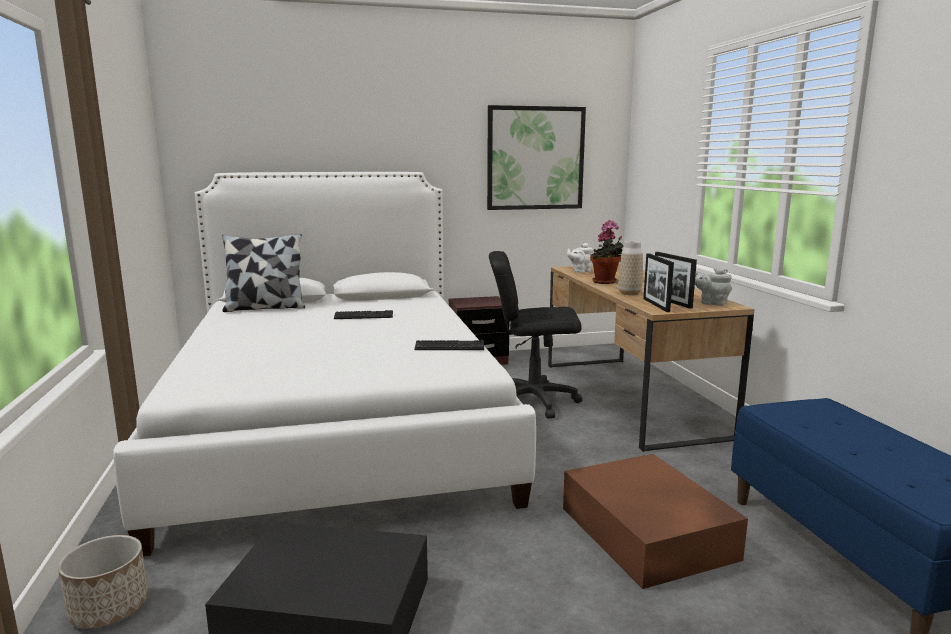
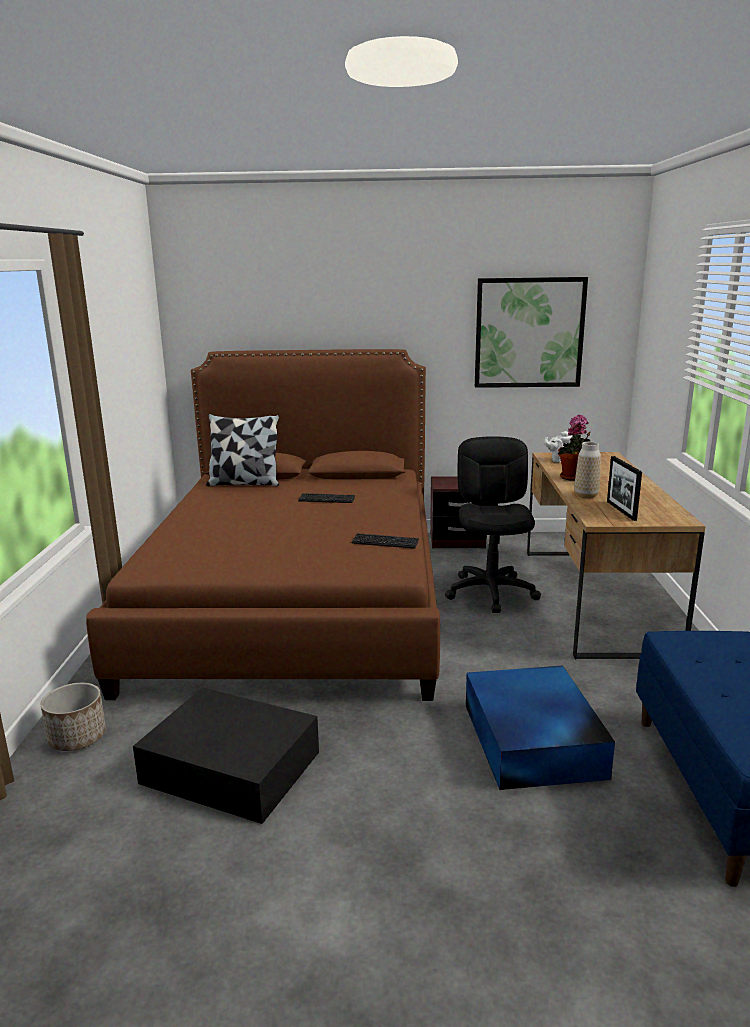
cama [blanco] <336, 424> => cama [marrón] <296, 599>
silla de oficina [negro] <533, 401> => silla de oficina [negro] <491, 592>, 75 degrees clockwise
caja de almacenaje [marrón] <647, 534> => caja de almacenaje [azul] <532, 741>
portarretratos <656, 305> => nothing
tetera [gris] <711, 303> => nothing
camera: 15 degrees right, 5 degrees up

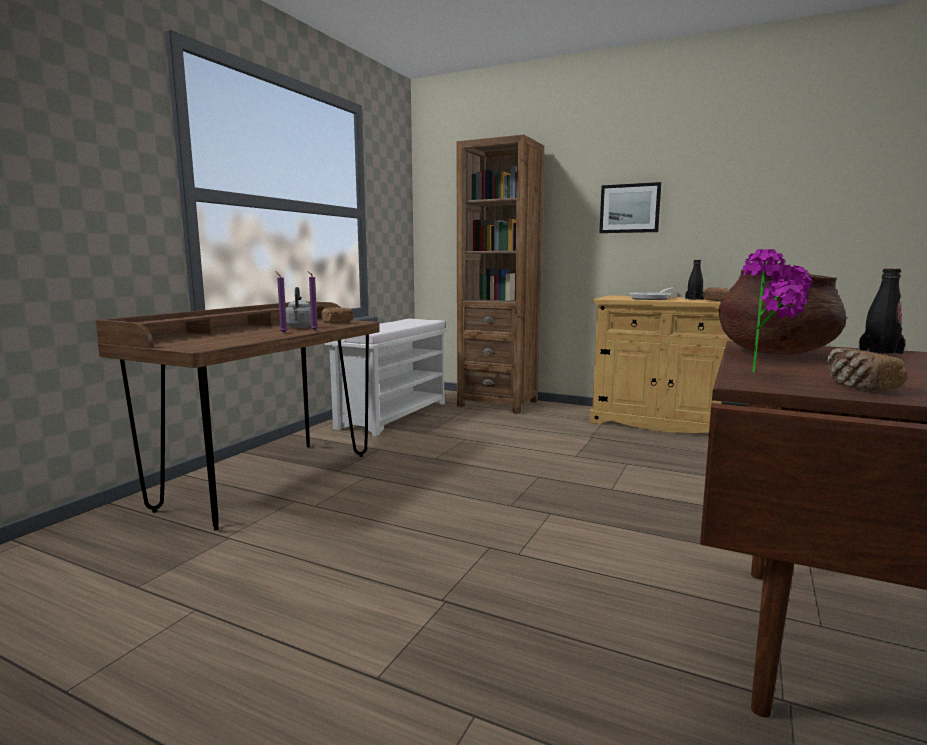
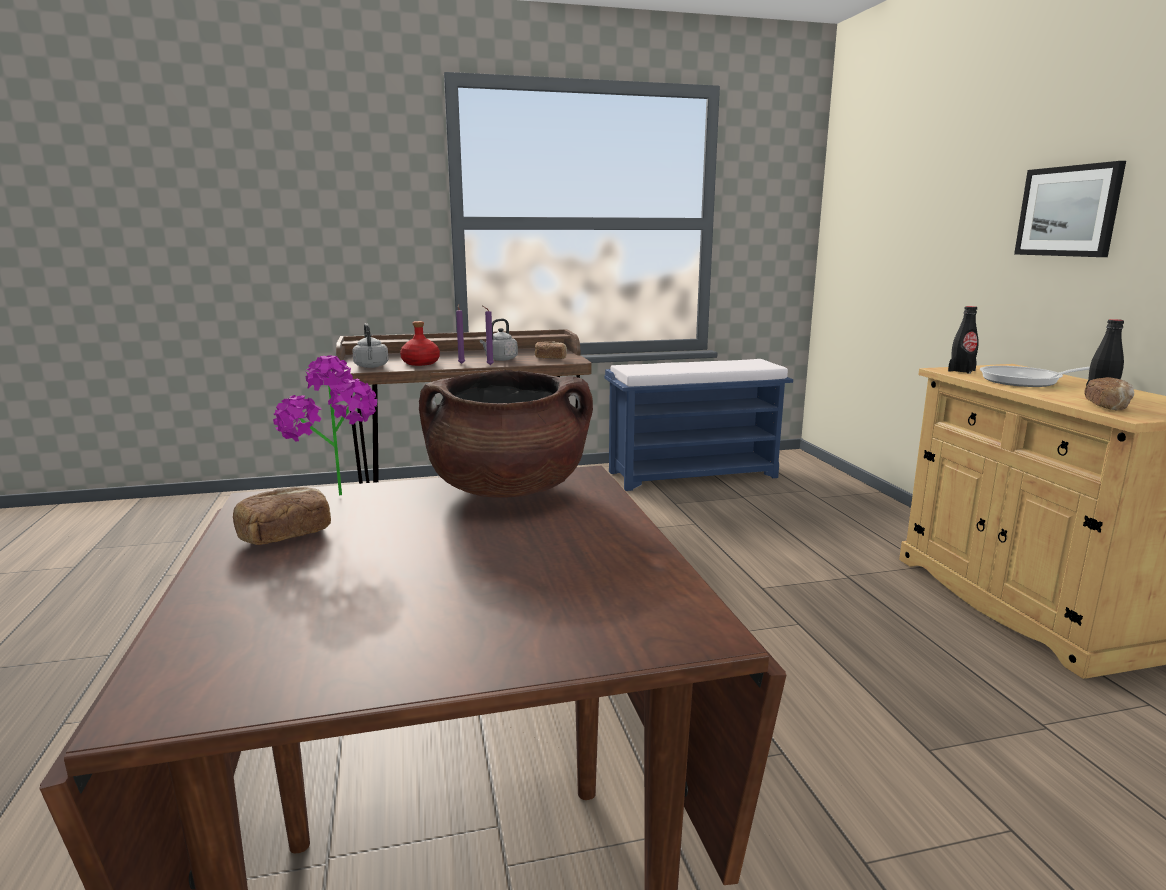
nothing => hervidor [gris] <371, 366>
nothing => botella [rojo] <420, 363>
banco [blanco] <393, 415> => banco [azul] <693, 474>
botella [negro] <880, 351> => botella [negro] <961, 371>, move
estantería [marrón] <498, 403> => nothing
camera: 50 degrees right, 5 degrees up

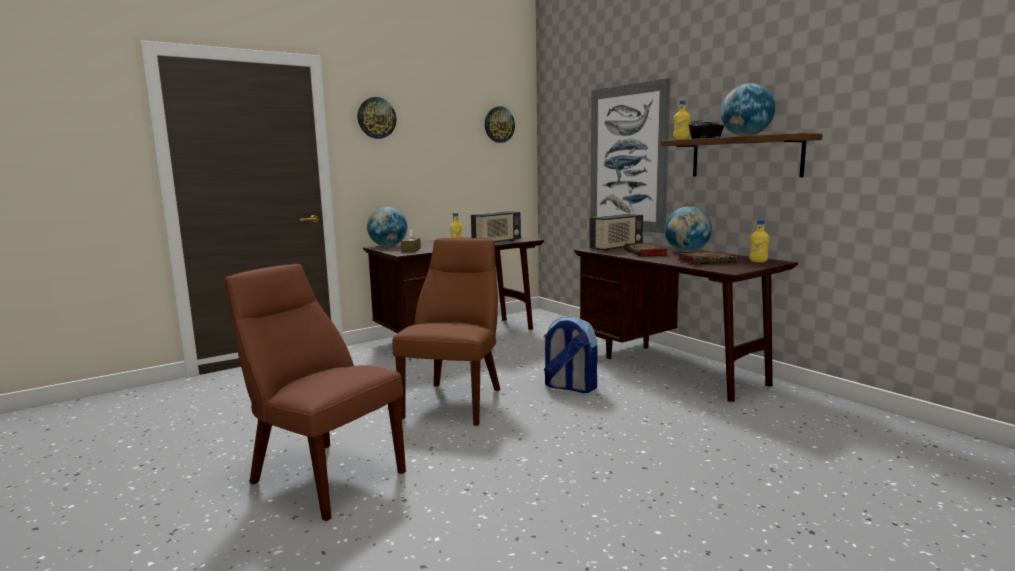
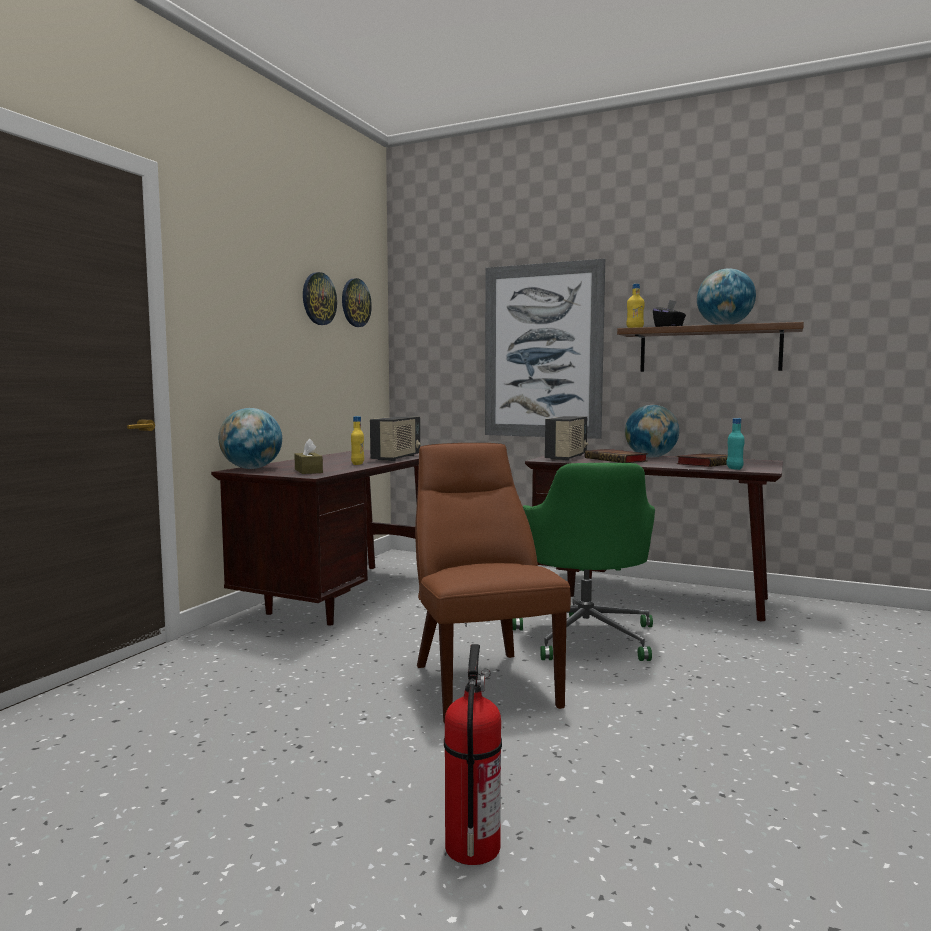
reloj de pared <376, 118> => reloj de pared <318, 299>, move
silla [marrón] <322, 475> => extintor <471, 845>
mochila <569, 387> => silla de oficina [verde] <586, 636>
nothing => botella [turquesa] <734, 468>
botella [amarillo] <758, 262> => nothing
camera: 30 degrees left, 5 degrees down

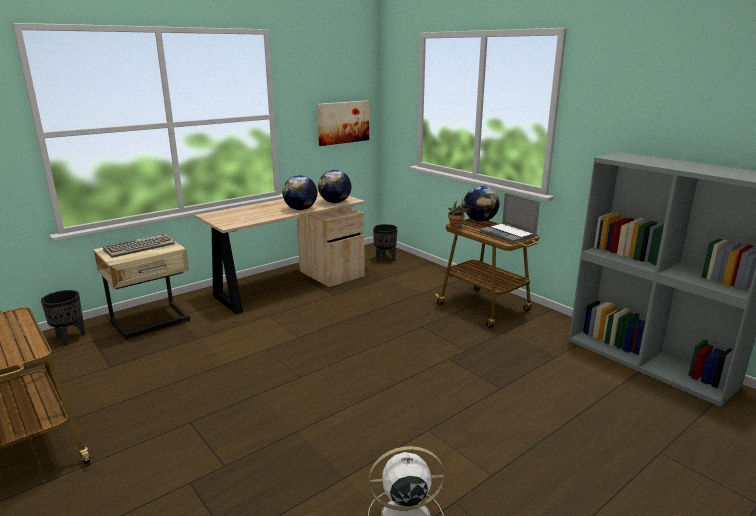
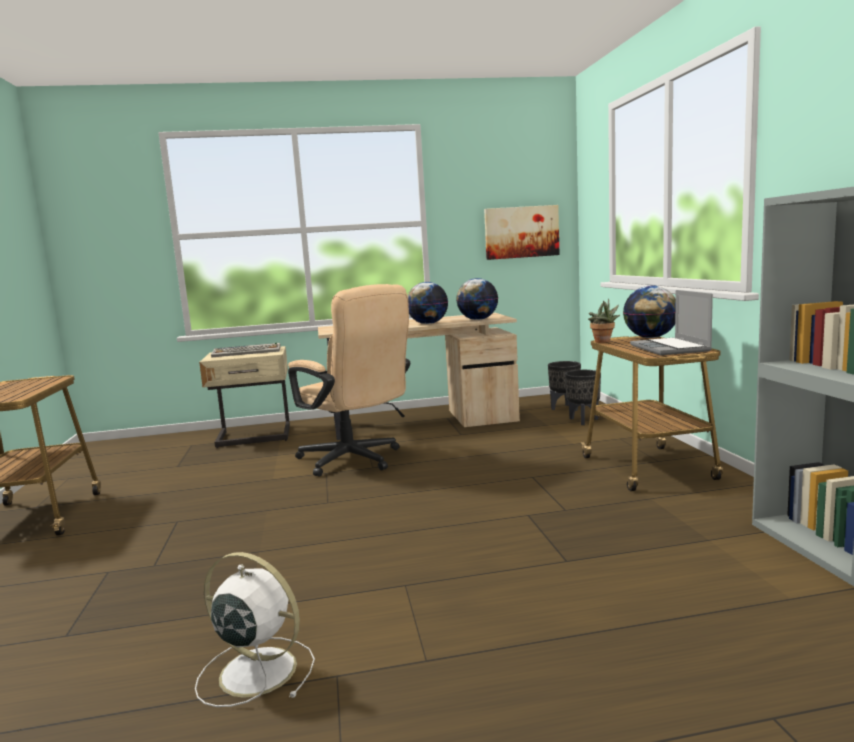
nothing => silla de oficina [beis] <355, 461>
maceta [negro] <69, 338> => maceta [negro] <583, 420>, move
camera: 30 degrees right, 10 degrees down

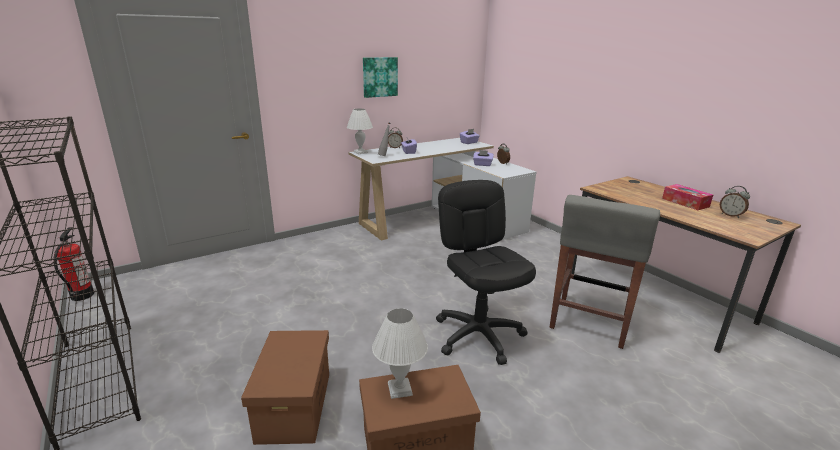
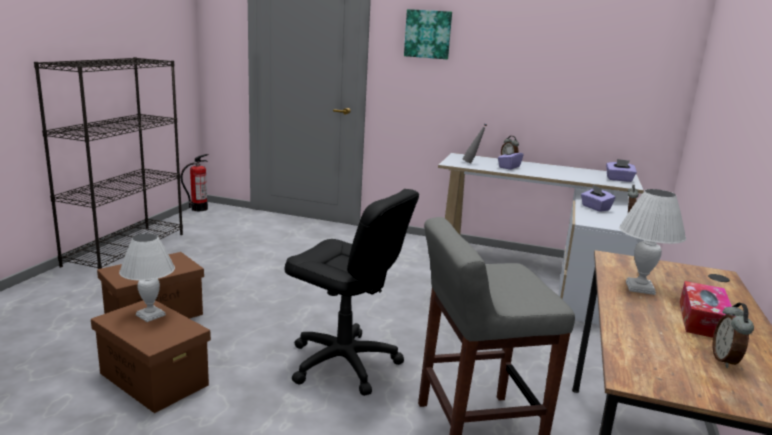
silla de oficina [negro] <479, 335> => silla de oficina [negro] <344, 363>, 90 degrees clockwise
cuadro <379, 77> => cuadro <428, 34>, move
lámpara de mesa [blanco] <360, 152> => lámpara de mesa [blanco] <639, 288>, move
camera: 50 degrees right, 5 degrees down

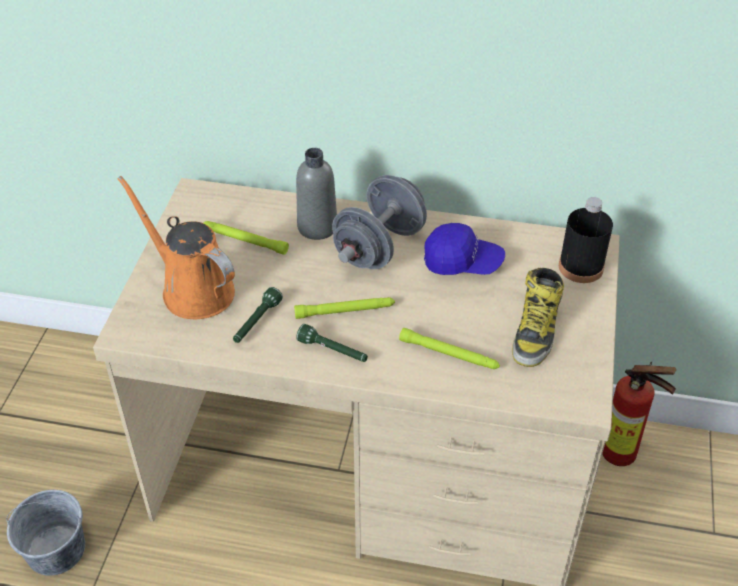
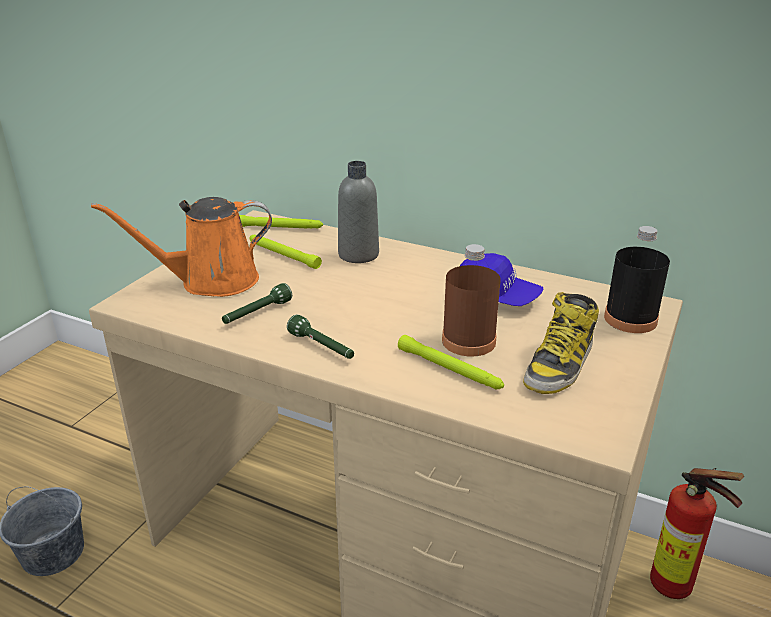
regadera [naranja] <192, 289> => regadera [naranja] <211, 281>, 75 degrees counterclockwise
linterna [verde] <345, 311> => linterna [verde] <280, 227>, move
nothing => botella [marrón] <468, 341>
mancuerna [gris] <379, 247> => nothing
camera: 15 degrees right, 15 degrees down

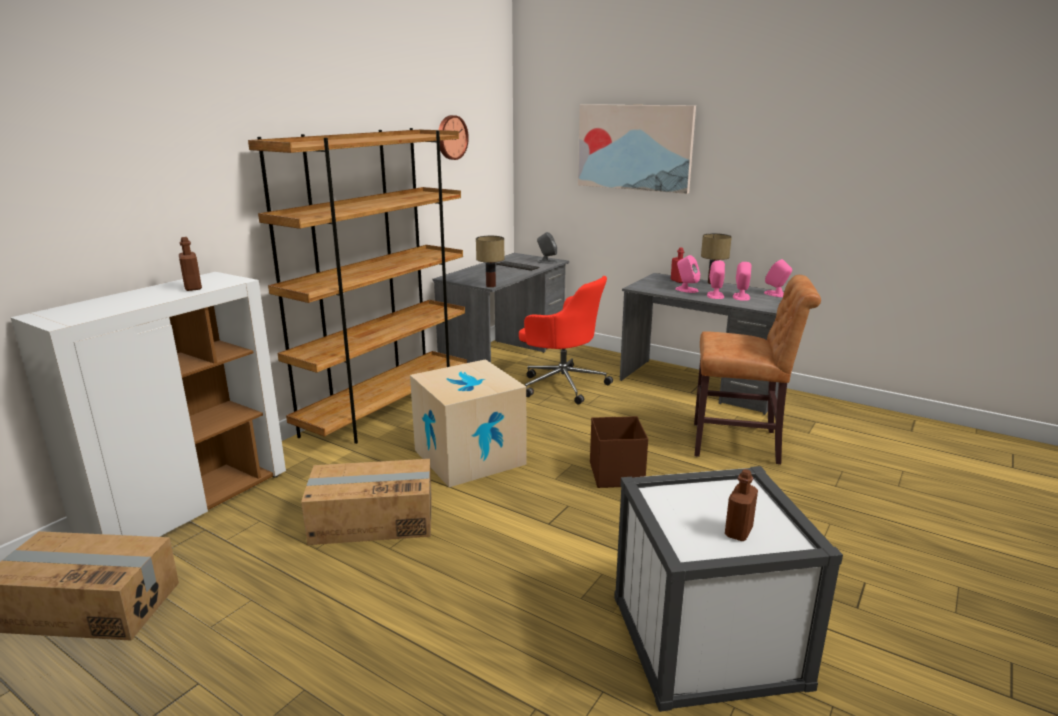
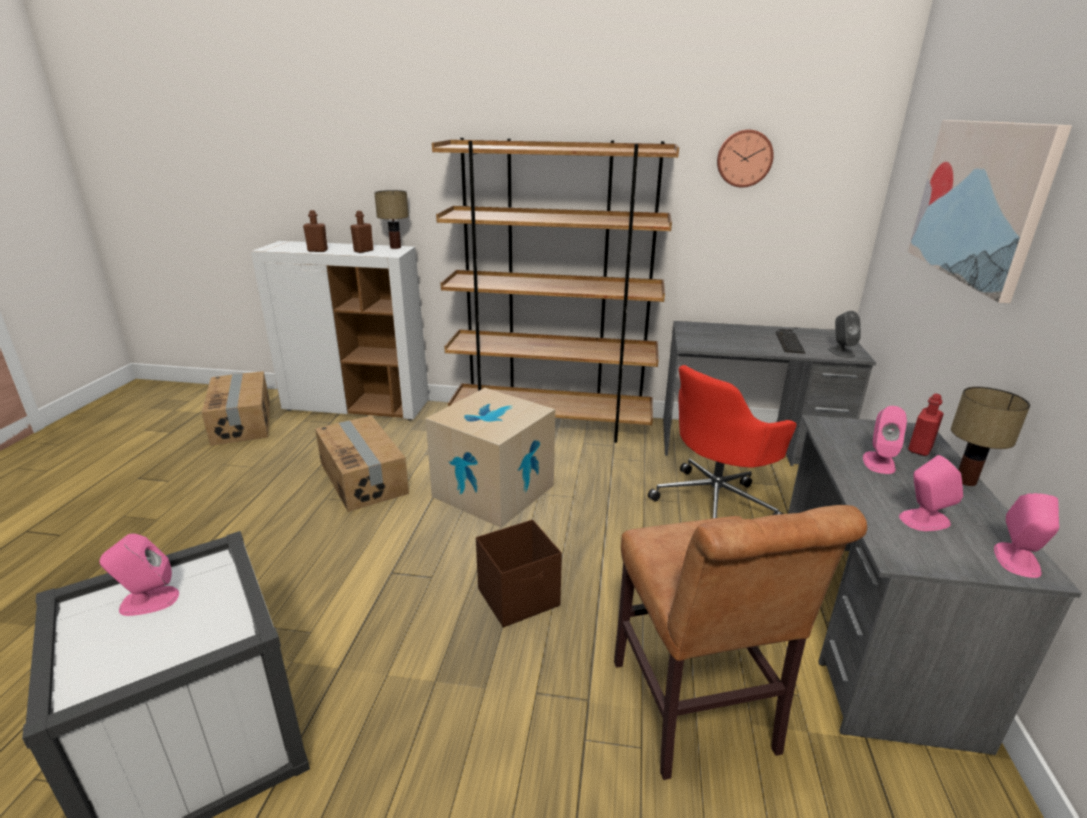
altavoz [rosa] <715, 295> => altavoz [rosa] <148, 601>, move
botella [marrón] <738, 532> => botella [marrón] <317, 250>, move
lámpara de mesa <490, 286> => lámpara de mesa <395, 247>, move
silla de oficina [rojo] <562, 384> => silla de oficina [rojo] <716, 501>, 45 degrees clockwise
camera: 65 degrees right, 5 degrees up

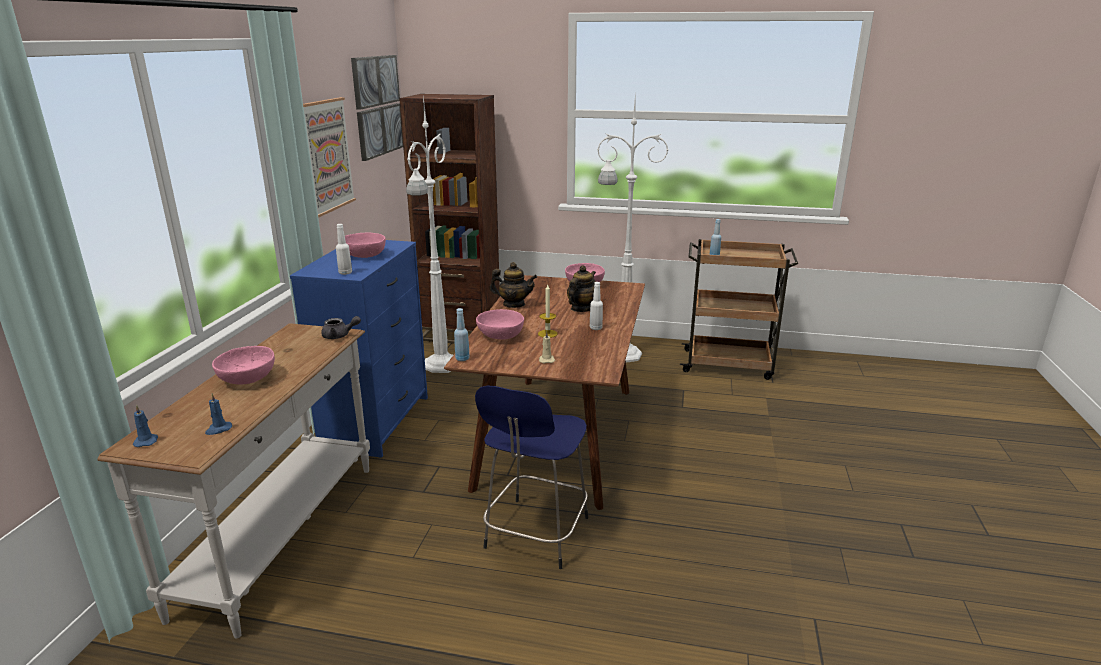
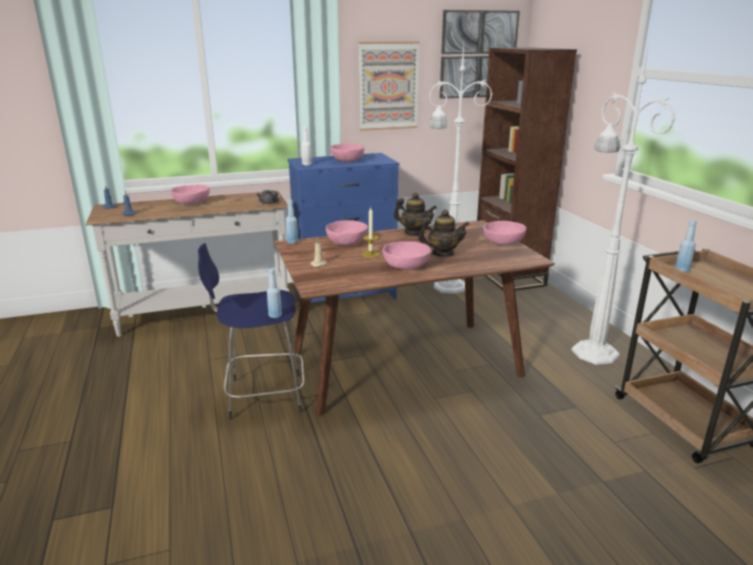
nothing => botella [azul] <275, 315>
botella [blanco] <596, 328> => cuenco [rosa] <406, 266>
tetera <514, 304> => tetera <414, 232>, 45 degrees counterclockwise
camera: 60 degrees right, 0 degrees up

